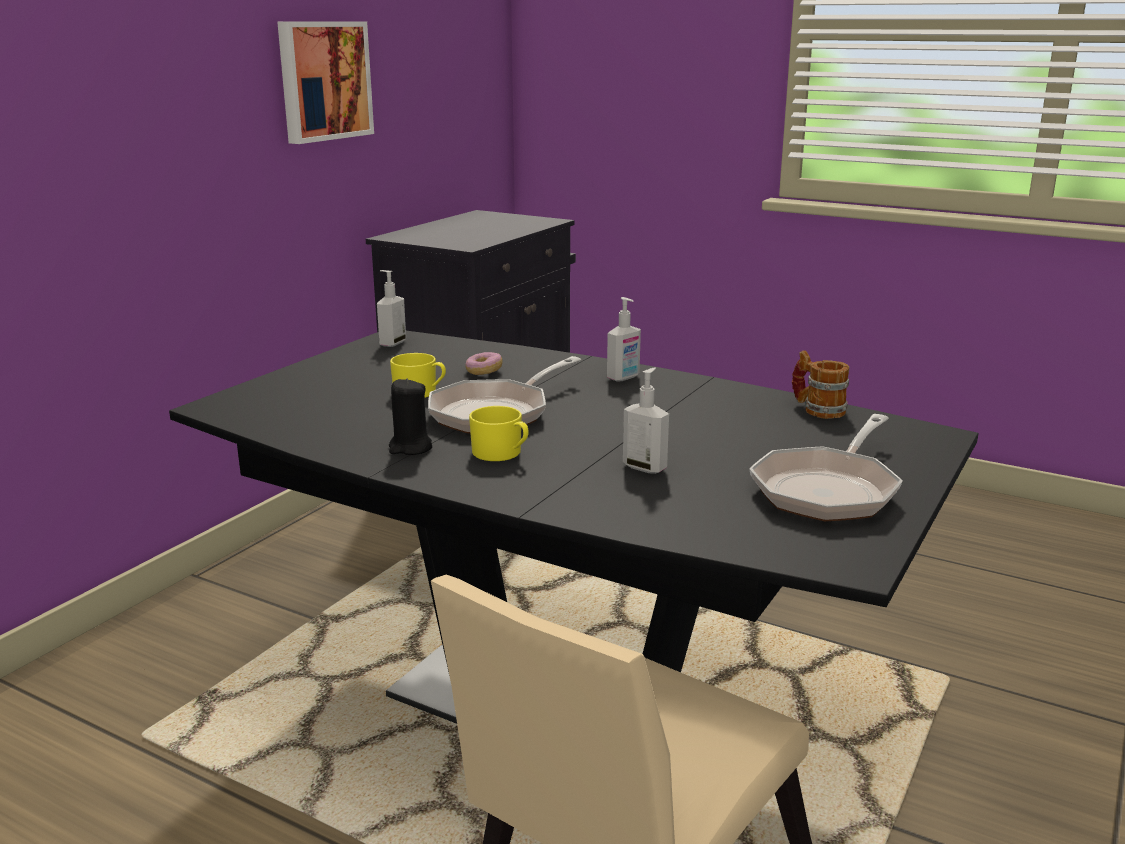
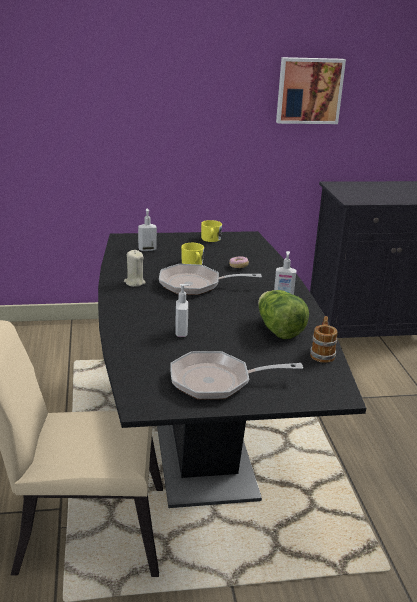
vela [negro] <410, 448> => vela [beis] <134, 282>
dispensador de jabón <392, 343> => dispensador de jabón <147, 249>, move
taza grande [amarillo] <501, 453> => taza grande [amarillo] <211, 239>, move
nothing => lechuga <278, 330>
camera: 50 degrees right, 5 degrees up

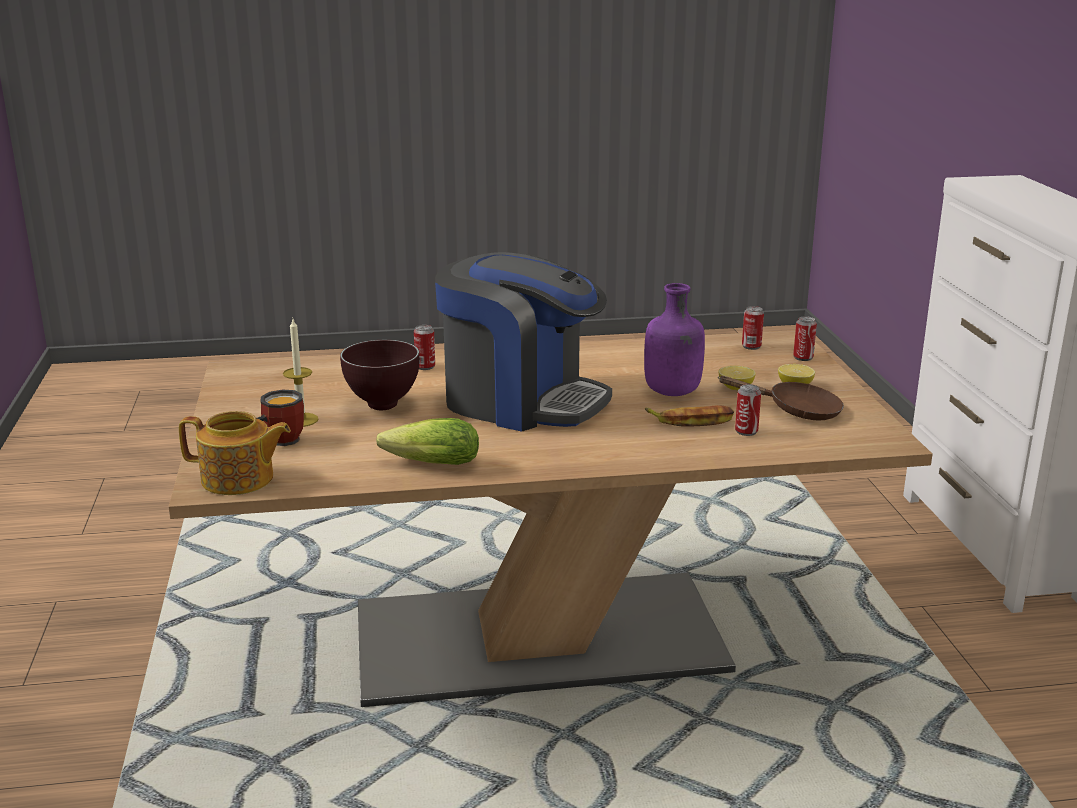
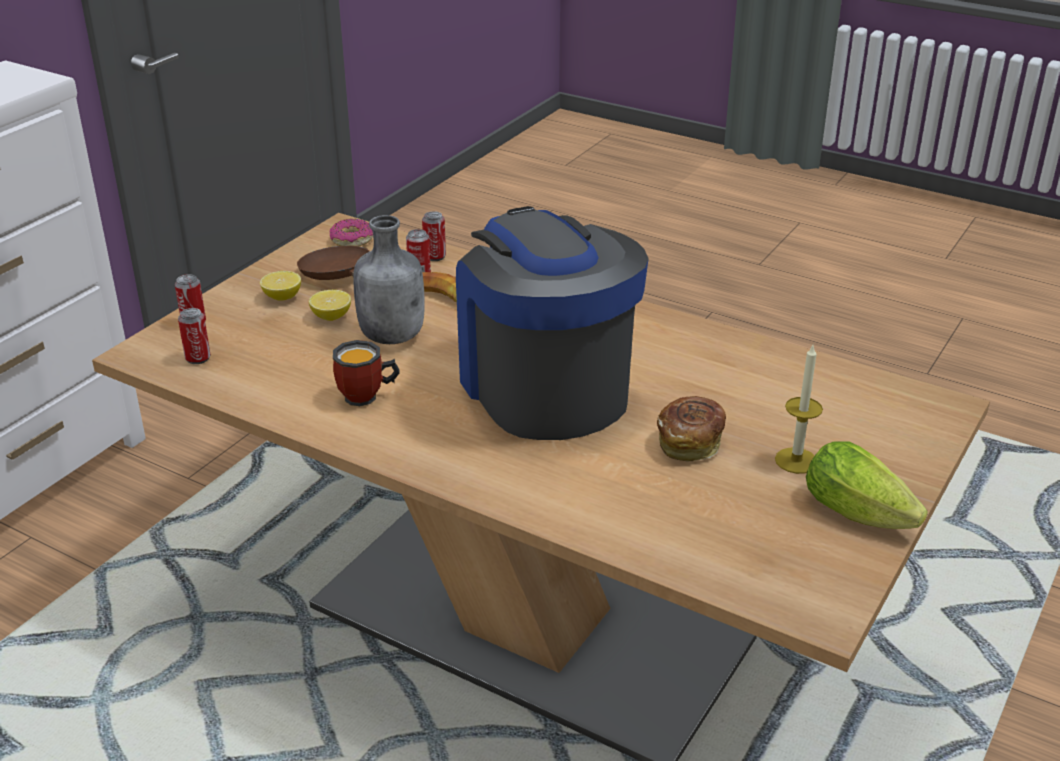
nothing => rosquilla <351, 240>
taza grande <279, 441> => taza grande <367, 398>, move
botella [morado] <672, 393> => botella [gris] <393, 336>
lata <425, 367> => lata <435, 256>, move
cuenco [marrón] <383, 406> => pan <690, 443>
lechuga <428, 464> => lechuga <863, 515>, move
tetera <239, 479> => nothing
camera: 140 degrees left, 10 degrees up

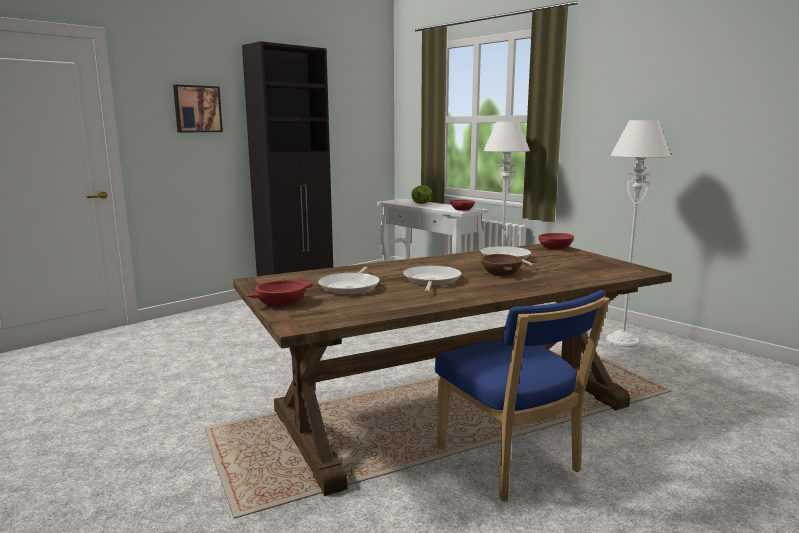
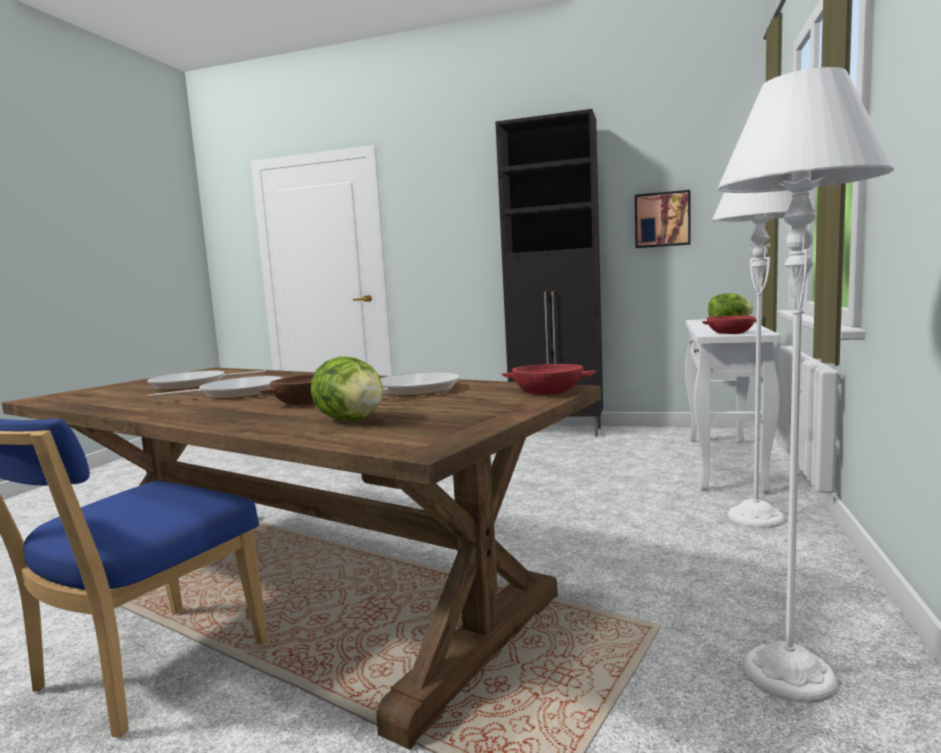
nothing => lechuga <351, 420>
cuadro <197, 109> => cuadro <662, 219>, move
cuenco [rojo] <281, 303> => nothing
camera: 60 degrees right, 5 degrees down

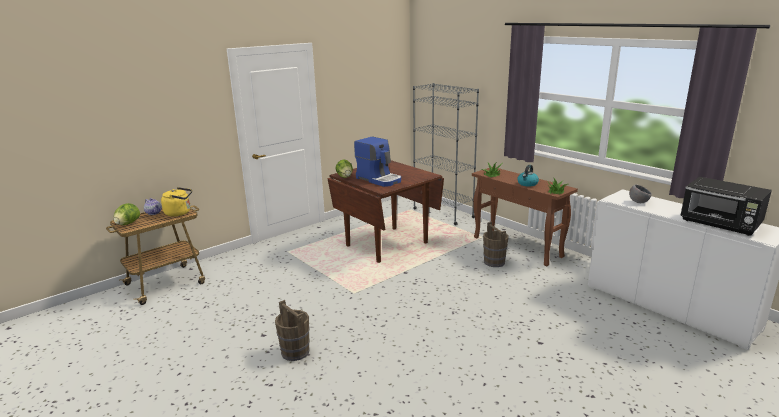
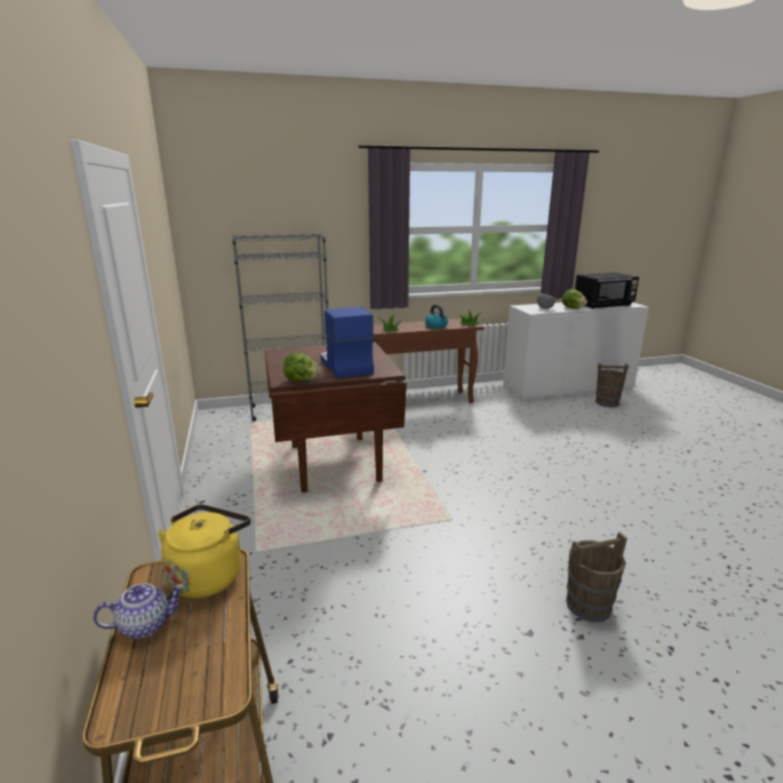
cafetera <379, 179> => cafetera <345, 366>, 90 degrees counterclockwise
lechuga <128, 224> => lechuga <573, 308>, move
cubo [marrón] <494, 262> => cubo [marrón] <606, 403>, move
camera: 65 degrees left, 0 degrees up

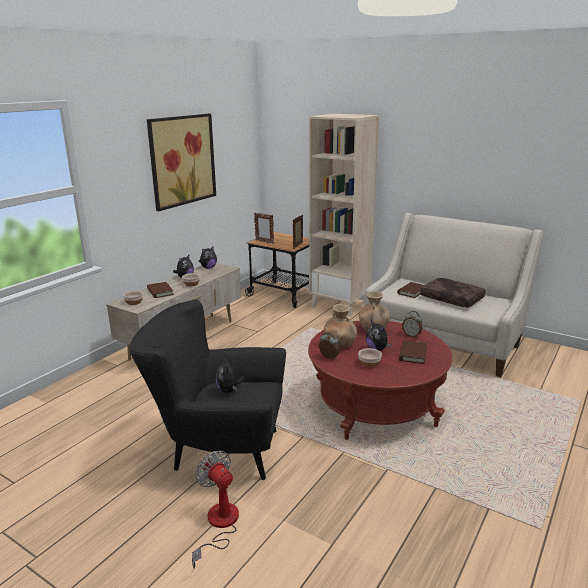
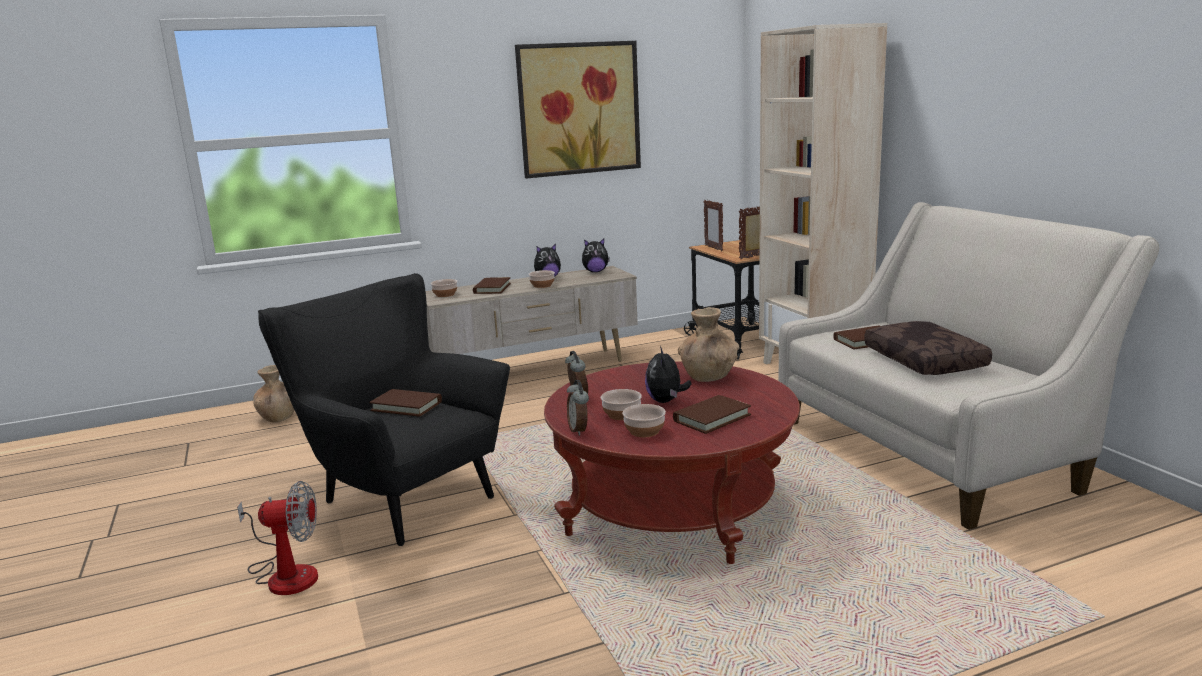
ventilador <219, 525> => ventilador <285, 574>, 90 degrees clockwise
florero [marrón] <340, 344> => florero [marrón] <278, 417>, move
peluche <229, 390> => libro [marrón] <406, 406>
despertador <411, 335> => despertador <579, 430>, move
nothing => cuenco <645, 431>
camera: 35 degrees right, 5 degrees down

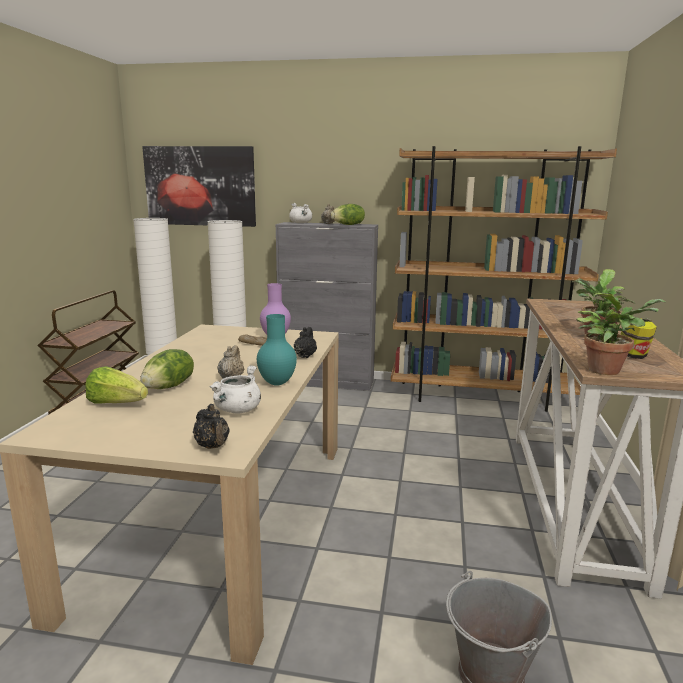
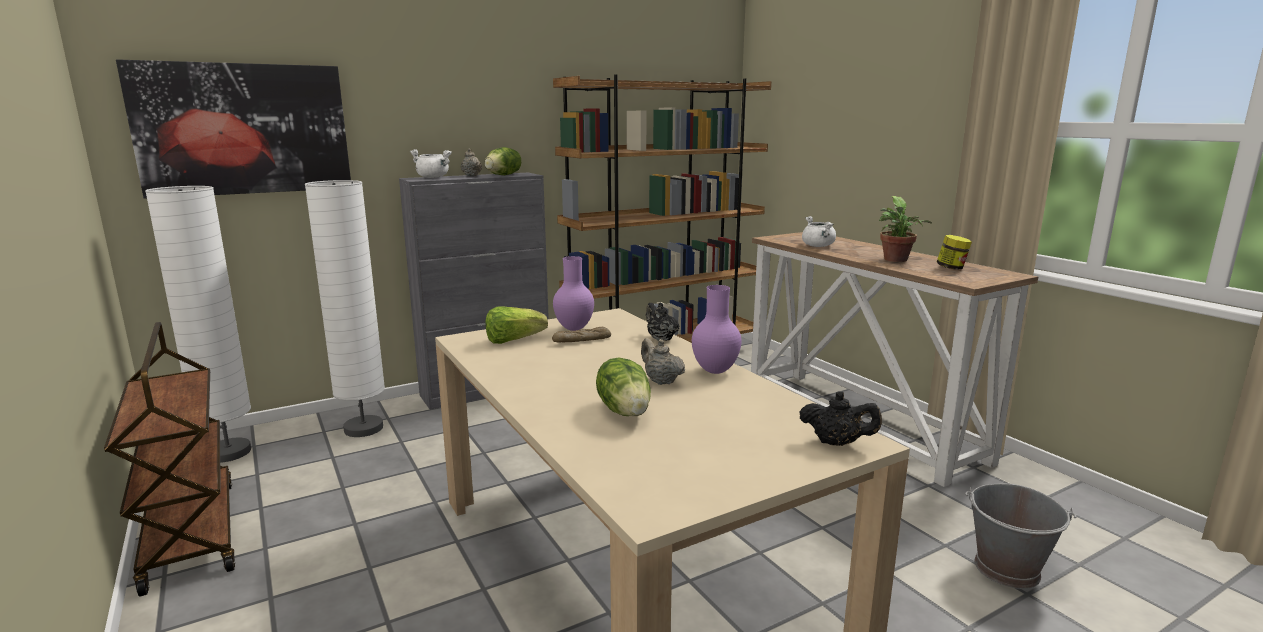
lechuga <116, 403> => lechuga <513, 340>, move
florero [turquesa] <276, 383> => florero [morado] <714, 371>
olla [blanco] <237, 410> => olla [blanco] <818, 246>, move
planta en maceta <607, 370> => nothing
camera: 40 degrees left, 0 degrees up

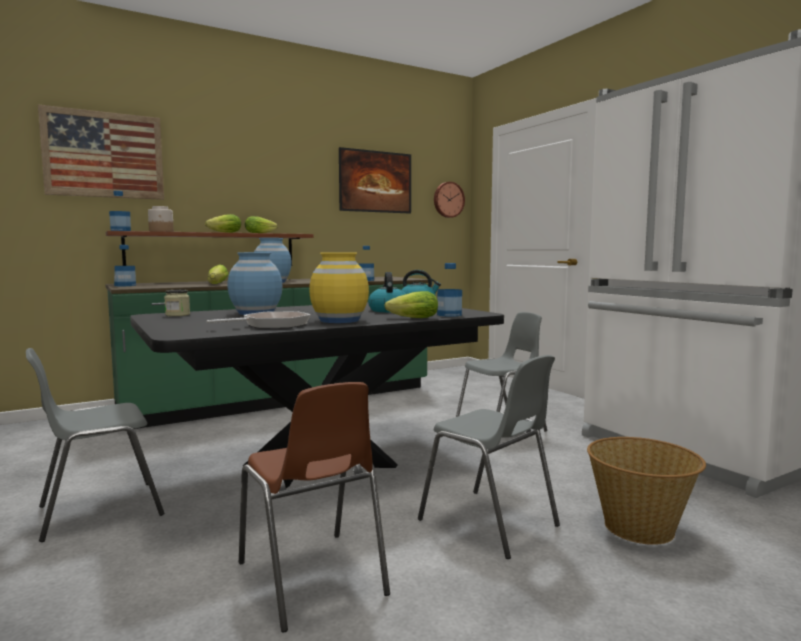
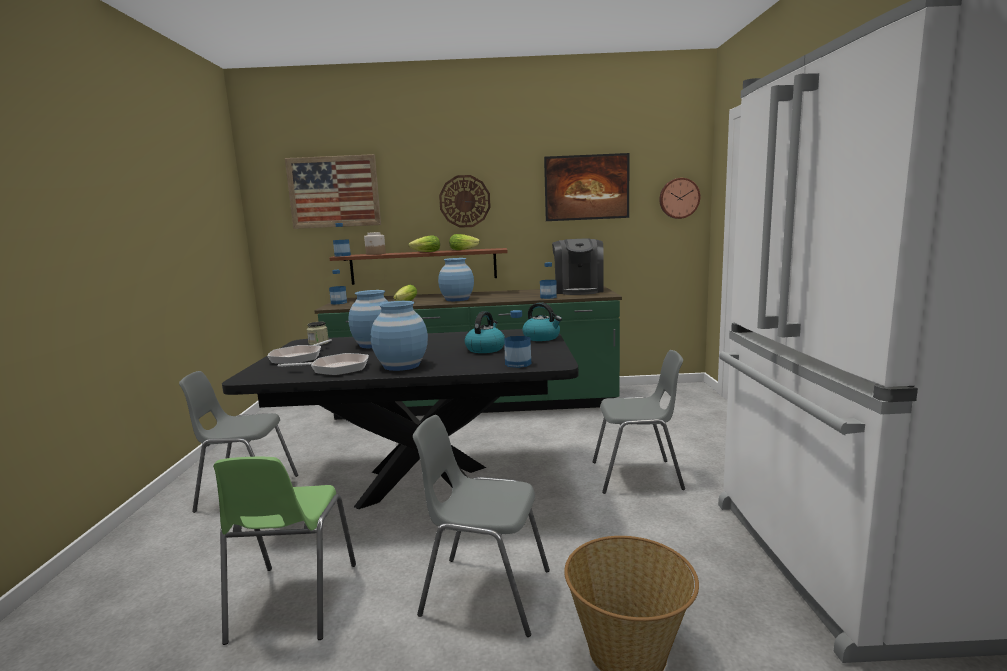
silla [marrón] <312, 579> => silla [verde] <292, 602>
nothing => sartén <299, 357>
florero [amarillo] <339, 320> => florero [azul] <402, 365>
silla [gris] <489, 523> => silla [gris] <485, 592>, 120 degrees clockwise
nothing => reloj de pared <465, 201>
nothing => cafetera <578, 291>
lechuga <411, 318> => nothing
camera: 30 degrees right, 5 degrees up

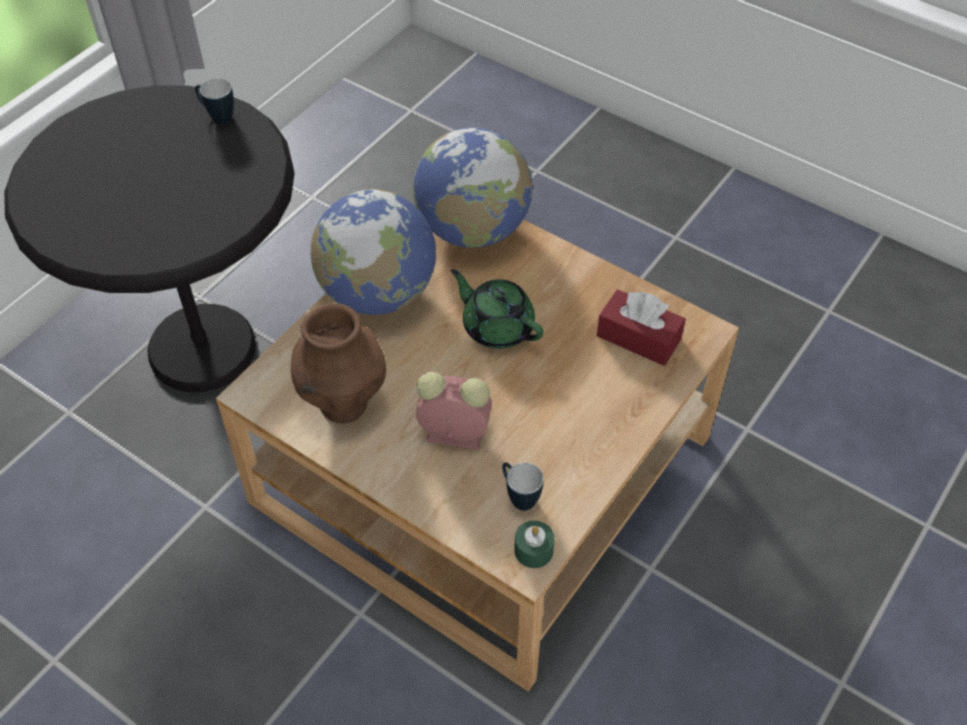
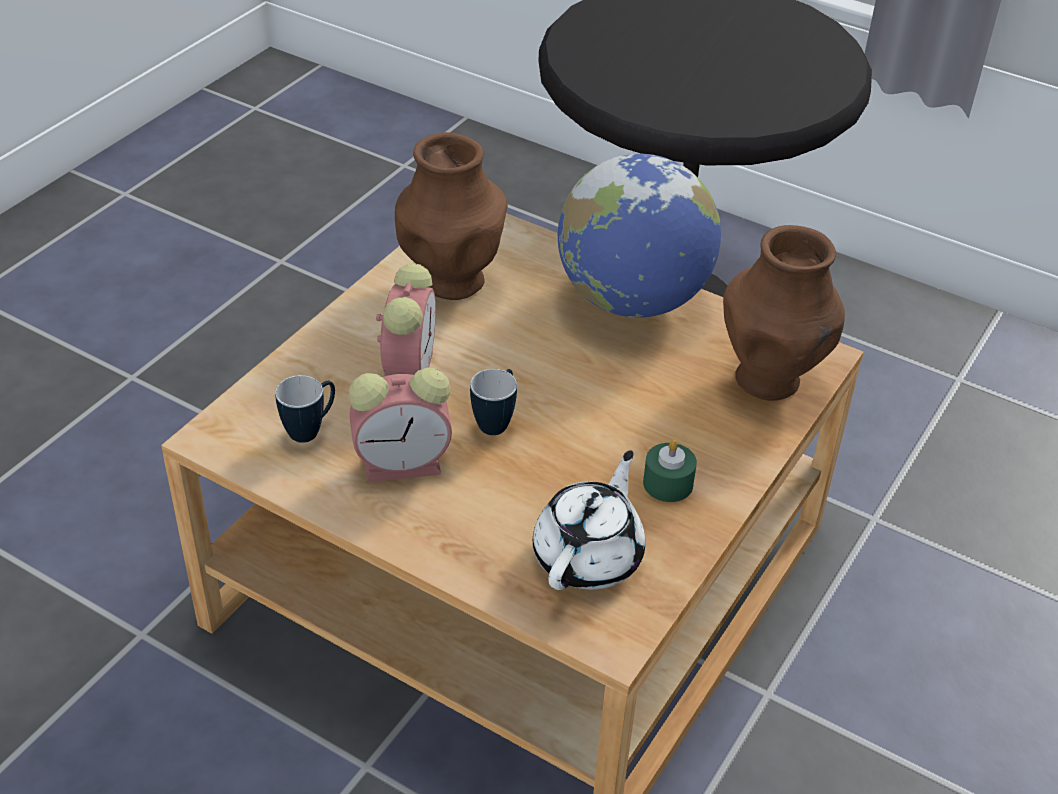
nothing => despertador <405, 463>
taza grande <217, 117> => taza grande <496, 421>, move
caja de pañuelos [rojo] <638, 337> => tetera [blanco] <589, 556>
vela [verde] <533, 550> => vela [verde] <668, 483>, move
globo terráqueo <473, 230> => florero [marrón] <769, 380>
tetera [verde] <497, 326> => nothing
camera: 85 degrees right, 10 degrees down

